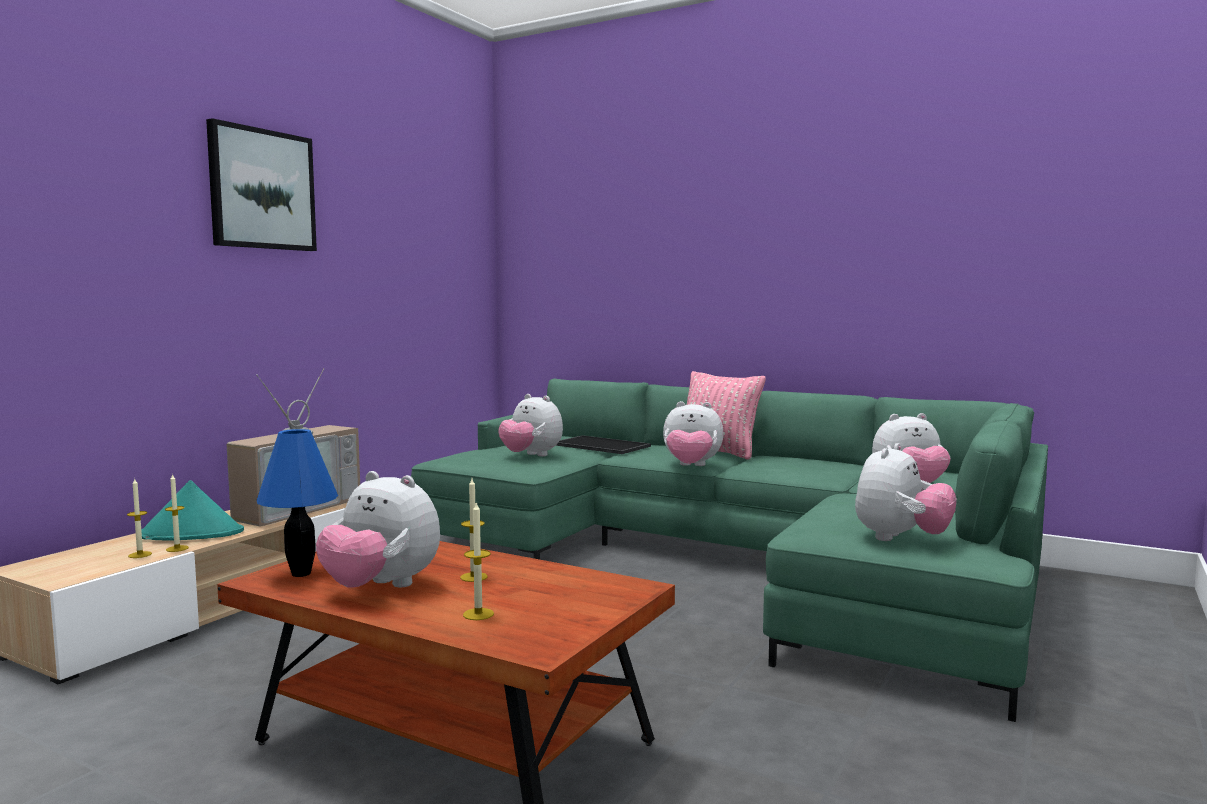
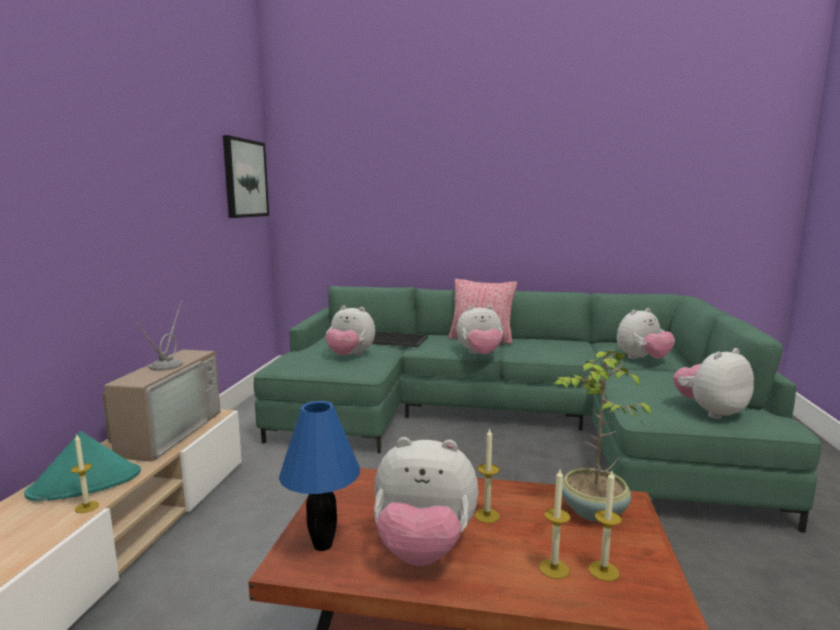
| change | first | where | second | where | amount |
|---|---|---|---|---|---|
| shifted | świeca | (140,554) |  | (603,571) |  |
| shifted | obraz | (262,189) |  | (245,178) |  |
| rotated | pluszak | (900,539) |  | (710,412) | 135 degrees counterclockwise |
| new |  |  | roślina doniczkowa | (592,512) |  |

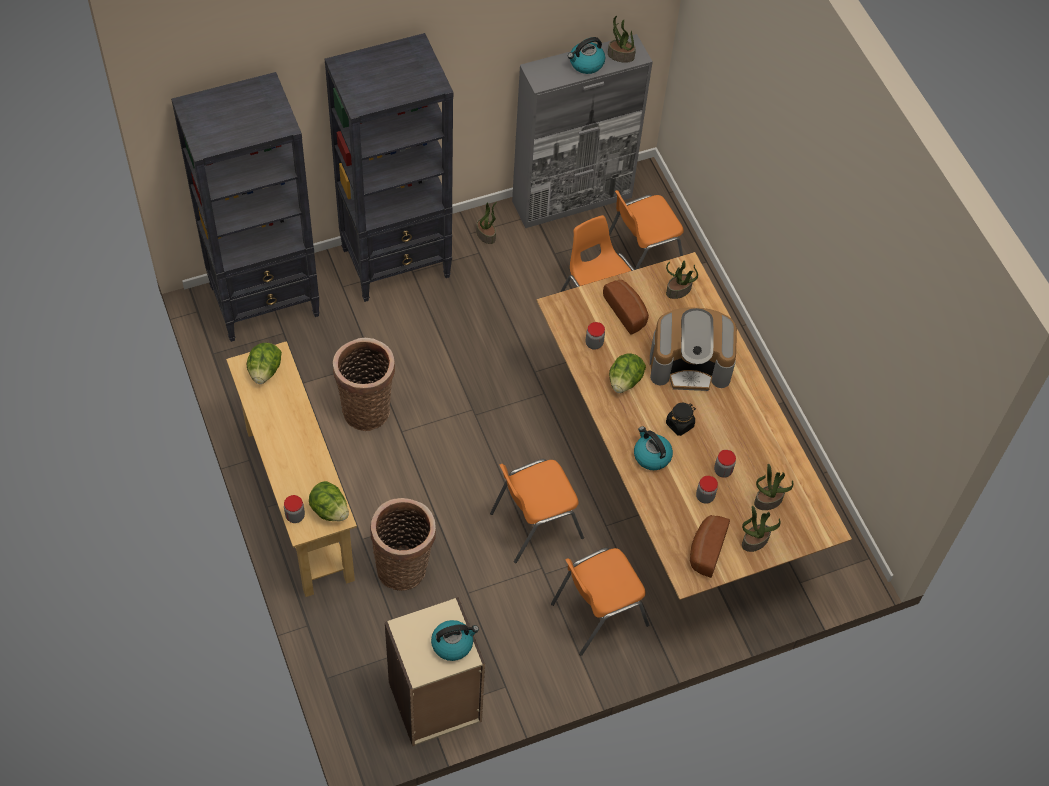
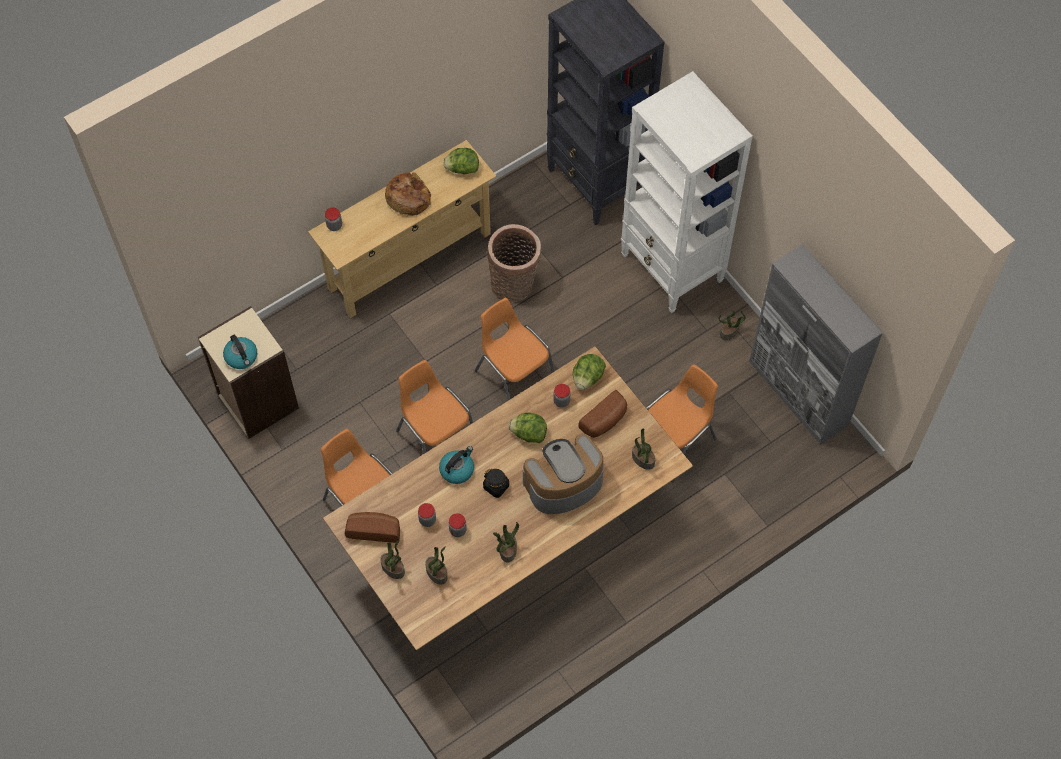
| change | first | where | second | where | amount |
|---|---|---|---|---|---|
| shifted | sałata | (329,510) |  | (587,378) |  |
| repainted | regał/czarny | (397,263) | regał/biały | (672,269) |  |
| gone | koszyk | (404,566) |  |  |  |
| gone | czajnik | (586,64) |  |  |  |
| shifted | krzesło/pomarańczowy | (640,260) |  | (514,377) |  |
| shifted | roślina doniczkowa | (620,56) |  | (507,549) |  |
| rotated | ekspres do kawy | (690,364) |  | (563,484) | 75 degrees clockwise |
| new |  |  | chleb | (408,198) |  |

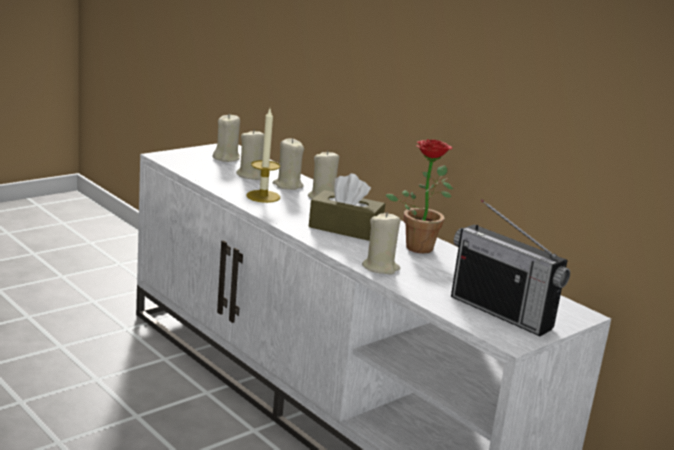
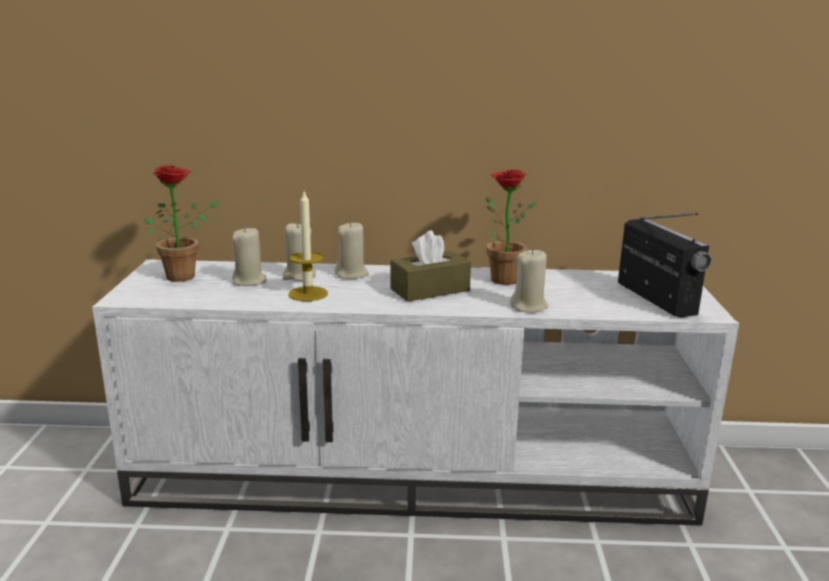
| change | first | where | second | where | amount |
|---|---|---|---|---|---|
| swapped | świeca/beżowy | (226,158) | roślina doniczkowa | (186,275) |  |
| rotated | radio | (501,312) |  | (655,298) | 105 degrees counterclockwise |

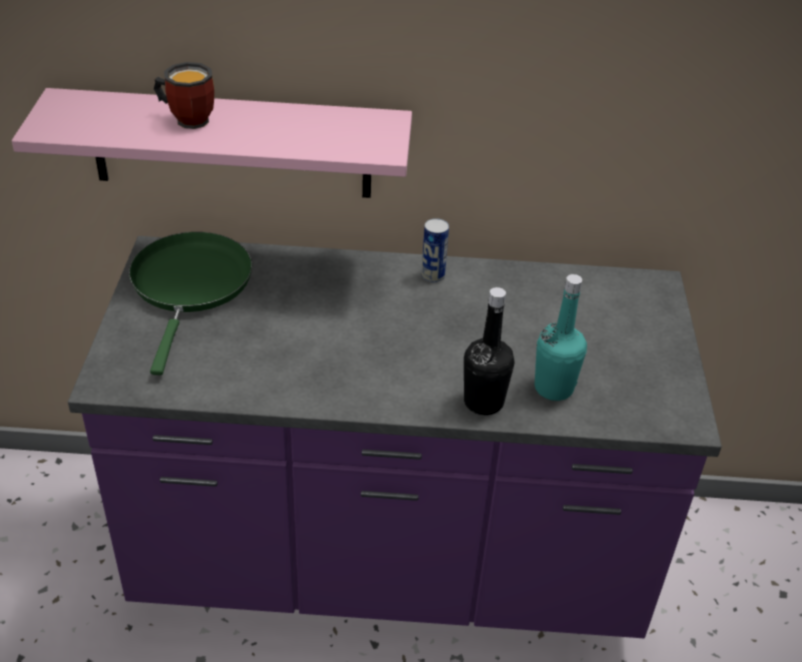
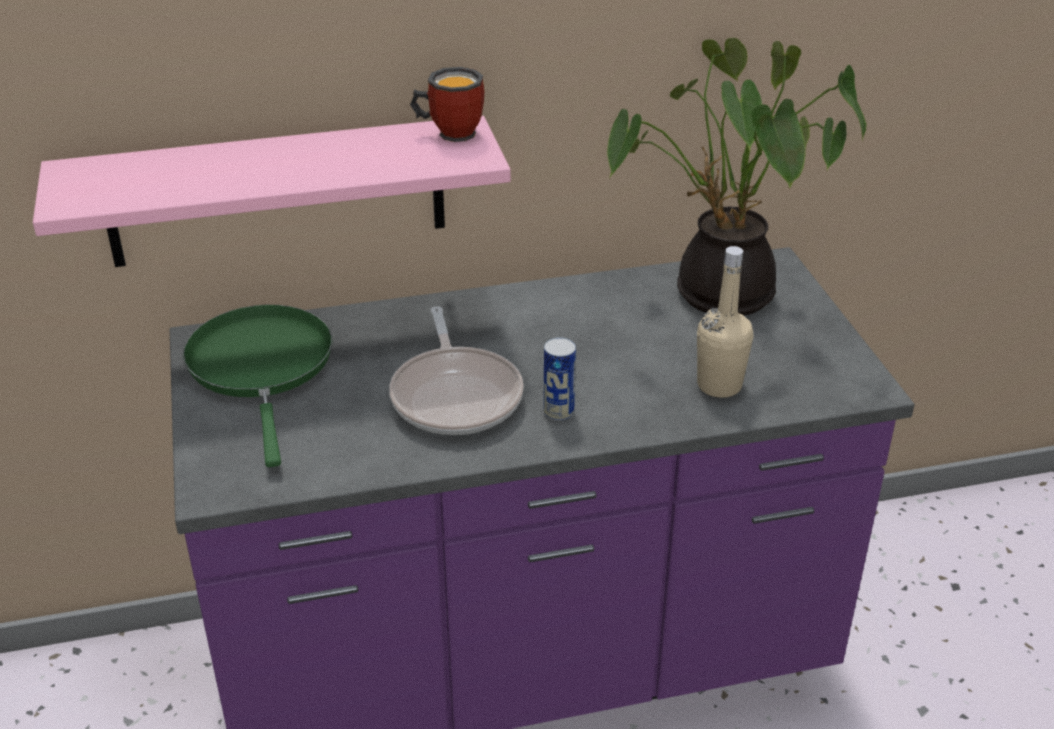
| change | first | where | second | where | amount |
|---|---|---|---|---|---|
| shifted | kubek | (188,118) |  | (450,132) |  |
| shifted | puszka | (433,275) |  | (558,412) |  |
| gone | butelka/czarny | (483,402) |  |  |  |
| repainted | butelka/turkusowy | (553,388) | butelka/beżowy | (719,385) |  |
| new |  |  | patelnia | (456,395) |  |
| new |  |  | roślina doniczkowa | (718,298) |  |

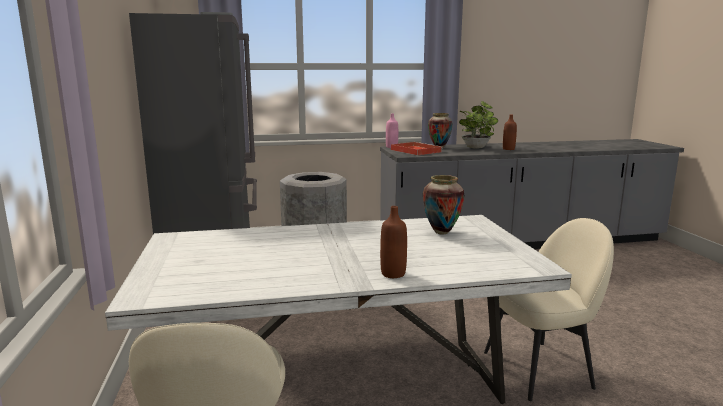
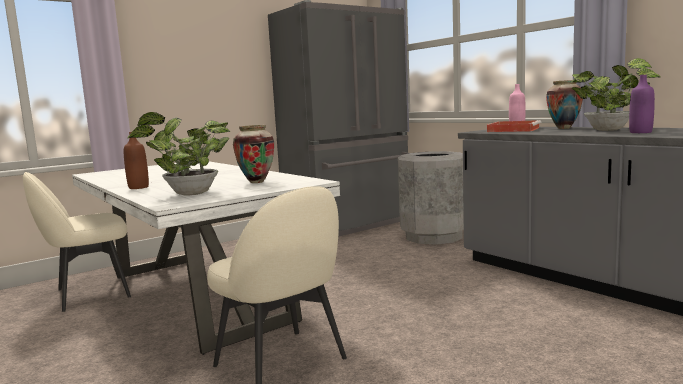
| change | first | where | second | where | amount |
|---|---|---|---|---|---|
| repainted | butelka/brązowy | (508,149) | butelka/fioletowy | (640,132) |  |
| new |  |  | roślina doniczkowa | (188,194) |  |

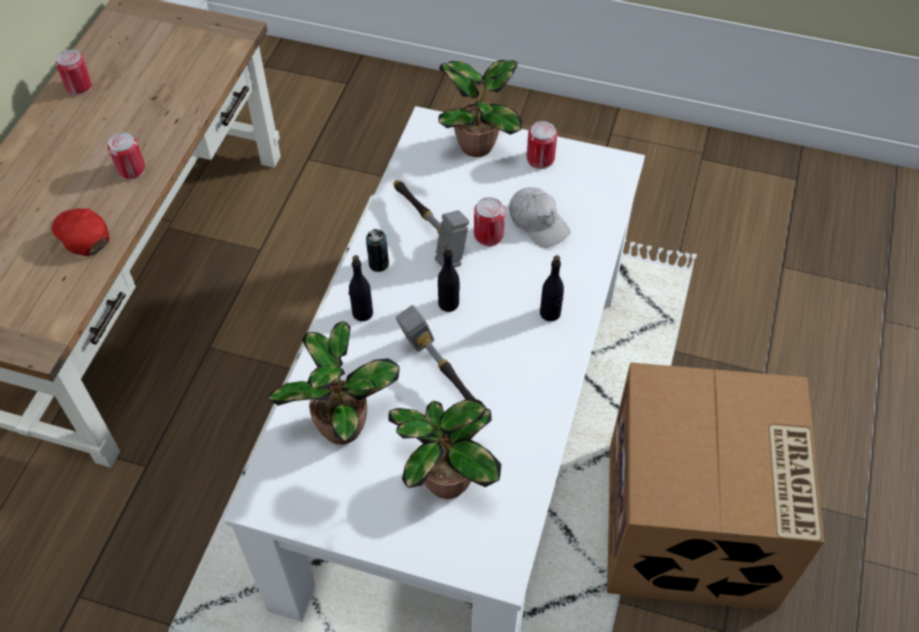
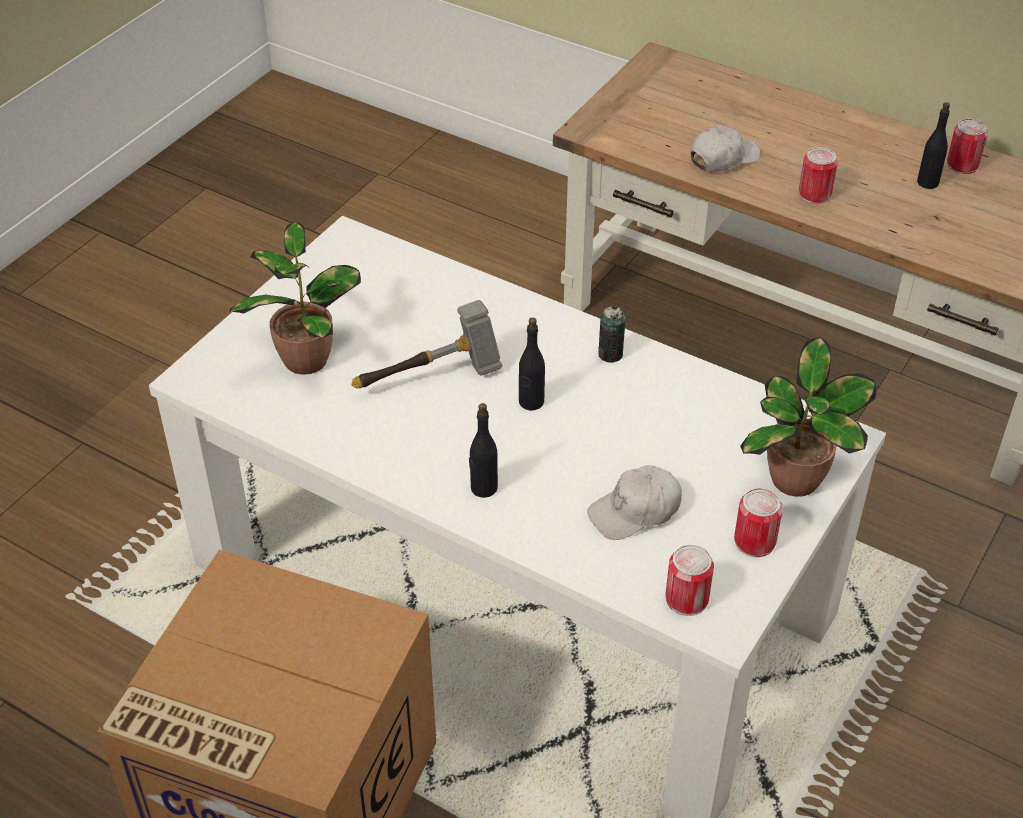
| change | first | where | second | where | amount |
|---|---|---|---|---|---|
| repainted | czapka z daszkiem/czerwony | (82,235) | czapka z daszkiem/biały | (723,158) |  |
| gone | roślina doniczkowa | (342,424) |  |  |  |
| shifted | butelka/czarny | (362,313) |  | (928,182) |  |
| gone | młotek | (429,232) |  |  |  |
| shifted | puszka | (488,235) |  | (686,599) |  |

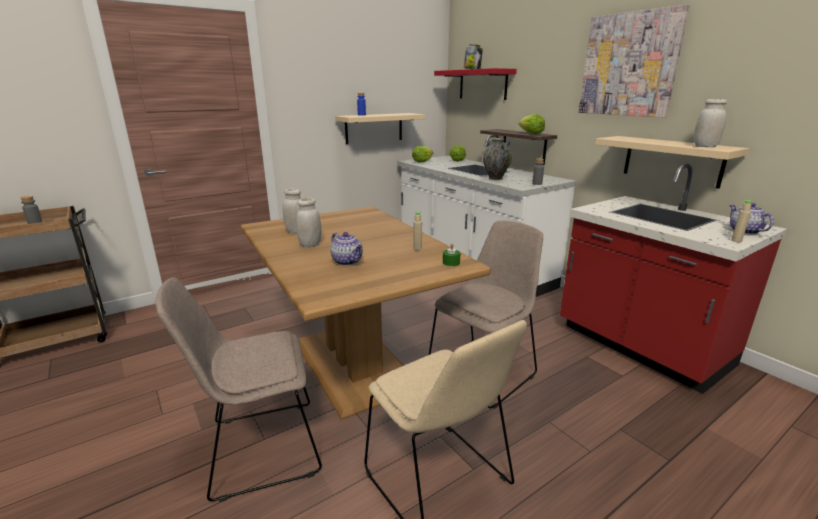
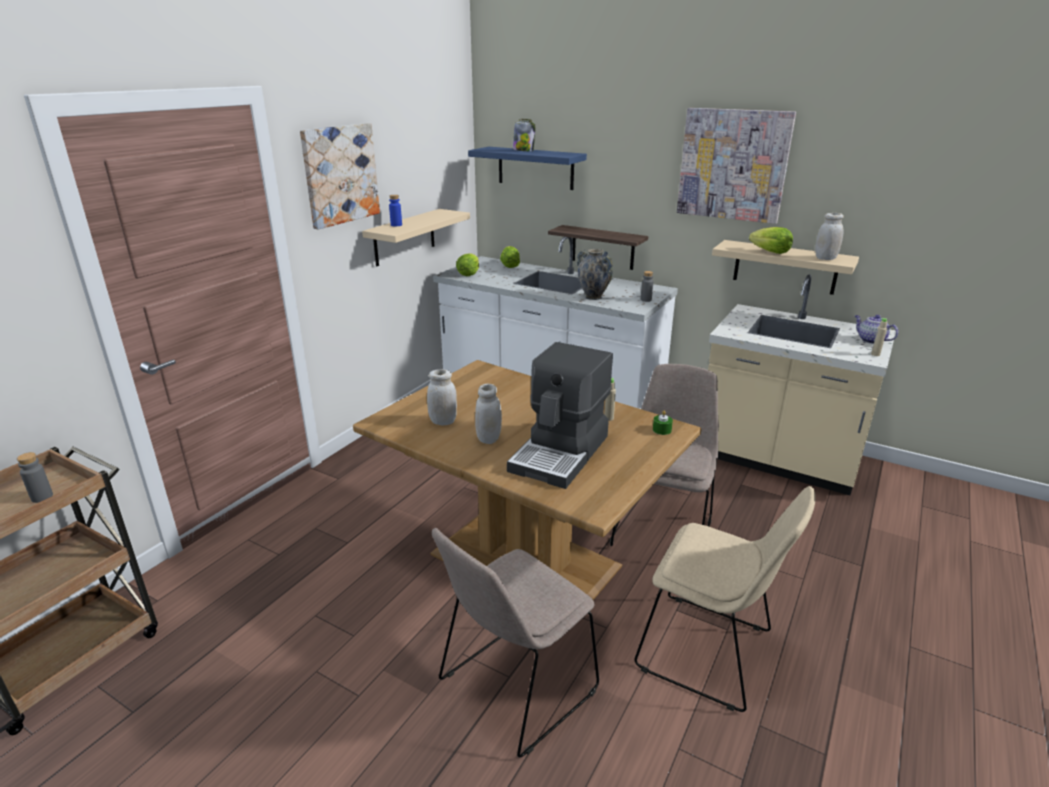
| change | first | where | second | where | amount |
|---|---|---|---|---|---|
| swapped | imbryk | (348,261) | ekspres do kawy | (561,453) |  |
| repainted | półka/czerwony | (483,84) | półka/niebieski | (535,168) |  |
| shifted | sałata | (530,133) |  | (770,252) |  |
| repainted | zabudowa kuchenna/czerwony | (640,347) | zabudowa kuchenna/beżowy | (777,460) |  |
| new |  |  | obraz | (340,174) |  |

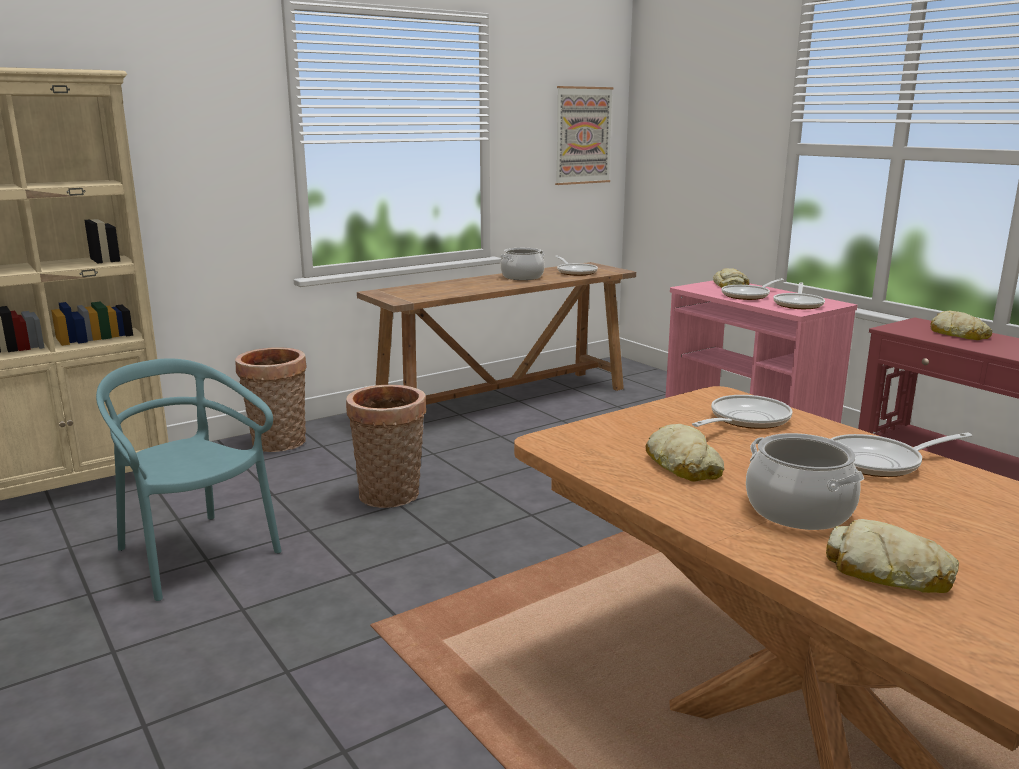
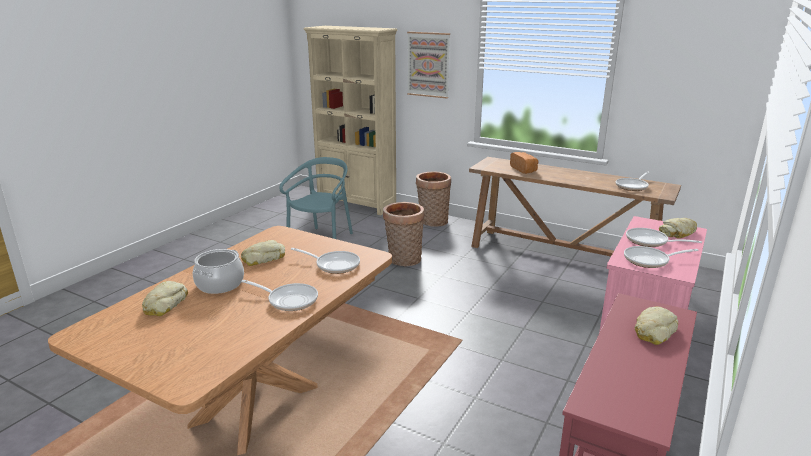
| change | first | where | second | where | amount |
|---|---|---|---|---|---|
| gone | garnek | (522,277) |  |  |  |
| shifted | obraz | (583,135) |  | (428,64) |  |
| rotated | patelnia | (880,462) |  | (289,300) | 150 degrees clockwise |
| new |  |  | chleb | (524,169) |  |

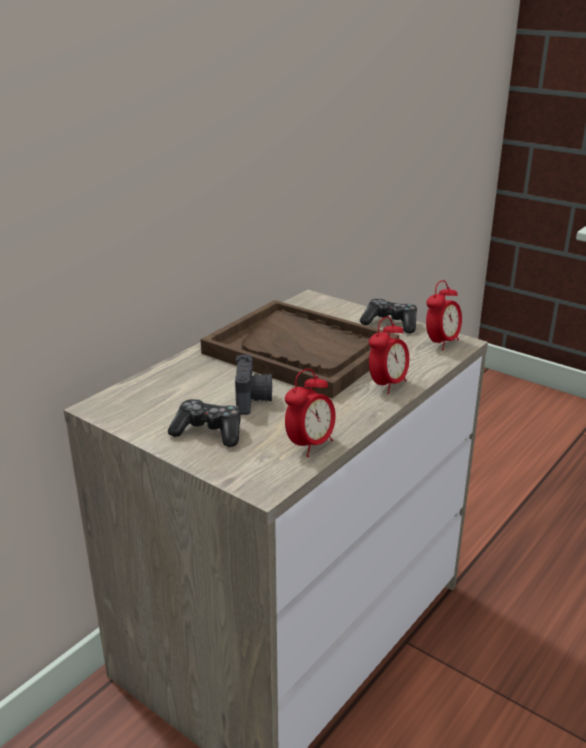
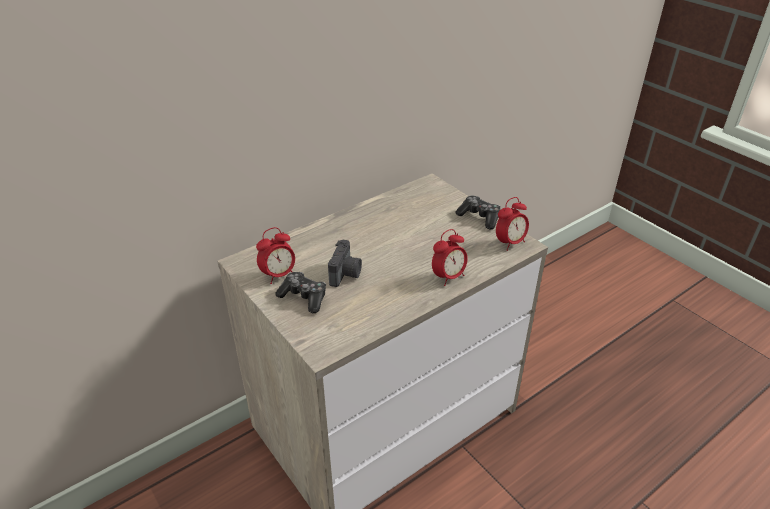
| change | first | where | second | where | amount |
|---|---|---|---|---|---|
| gone | taca/brązowy | (301,351) |  |  |  |
| shifted | budzik | (310,445) |  | (279,275) |  |

